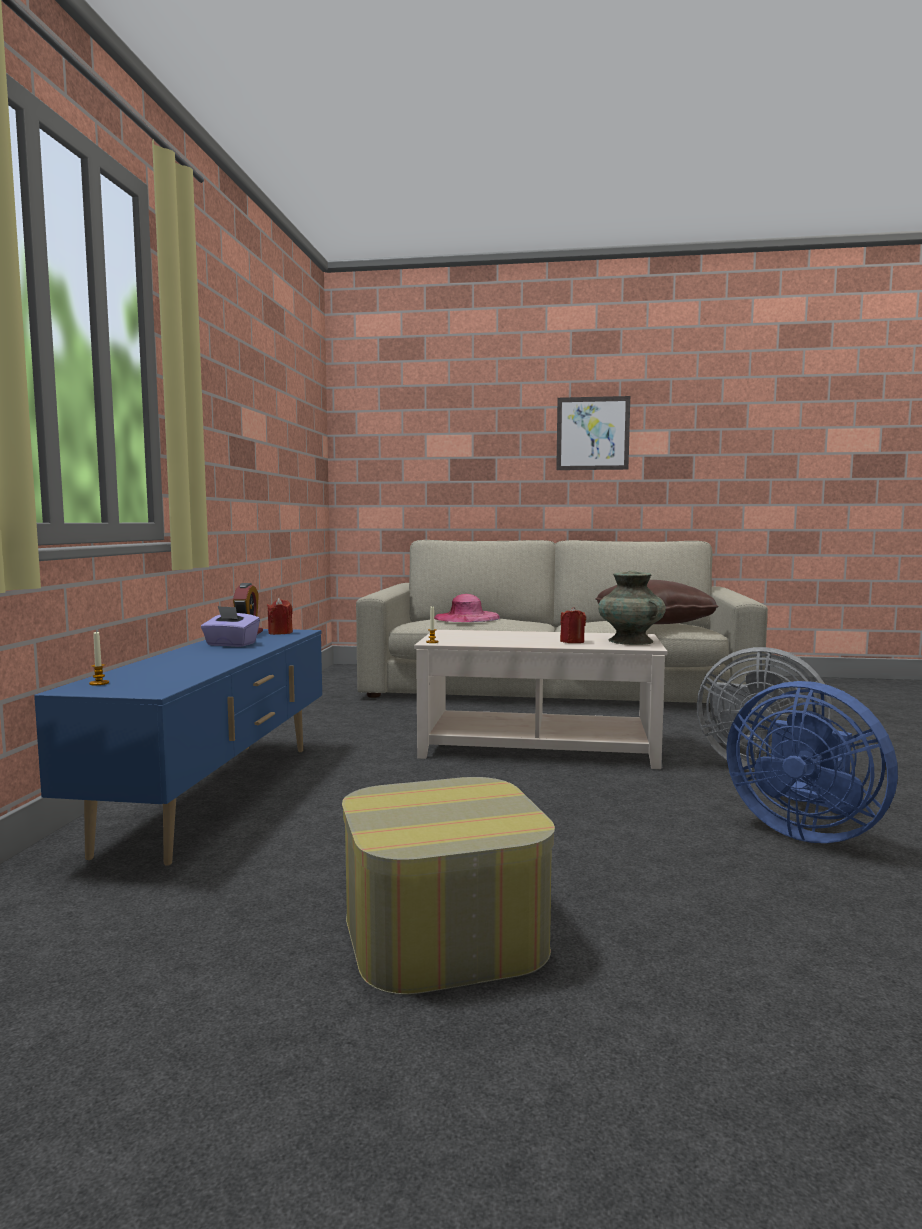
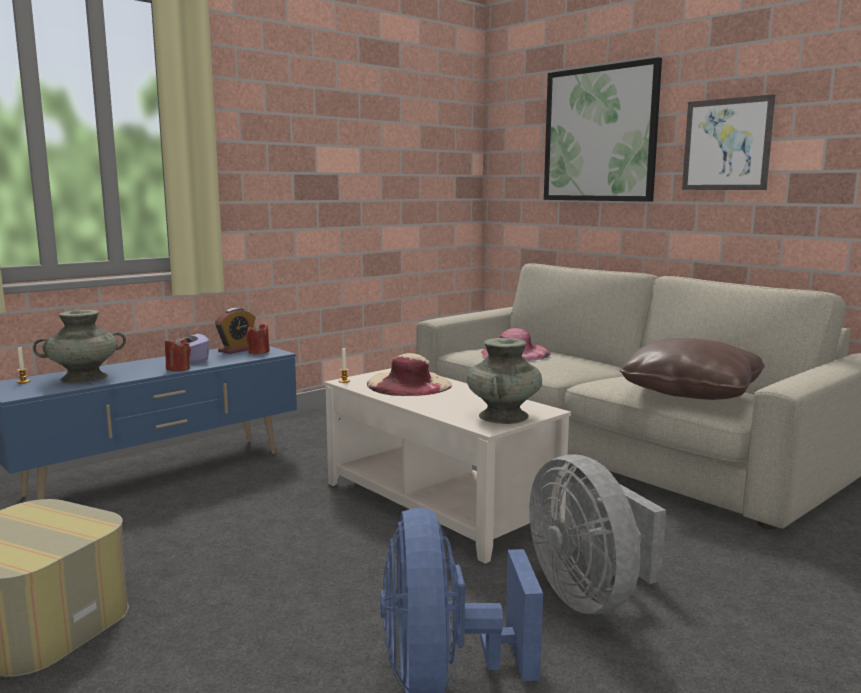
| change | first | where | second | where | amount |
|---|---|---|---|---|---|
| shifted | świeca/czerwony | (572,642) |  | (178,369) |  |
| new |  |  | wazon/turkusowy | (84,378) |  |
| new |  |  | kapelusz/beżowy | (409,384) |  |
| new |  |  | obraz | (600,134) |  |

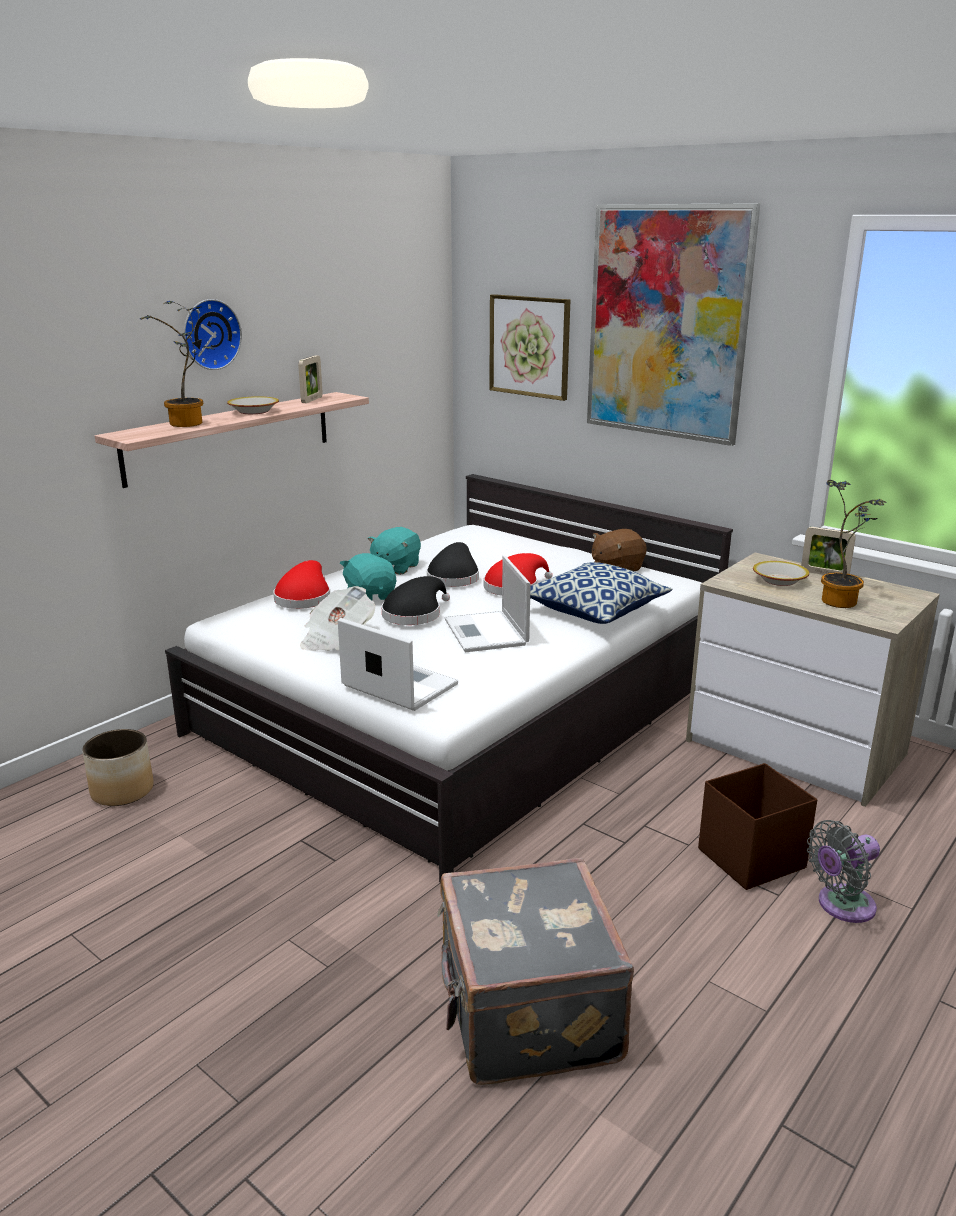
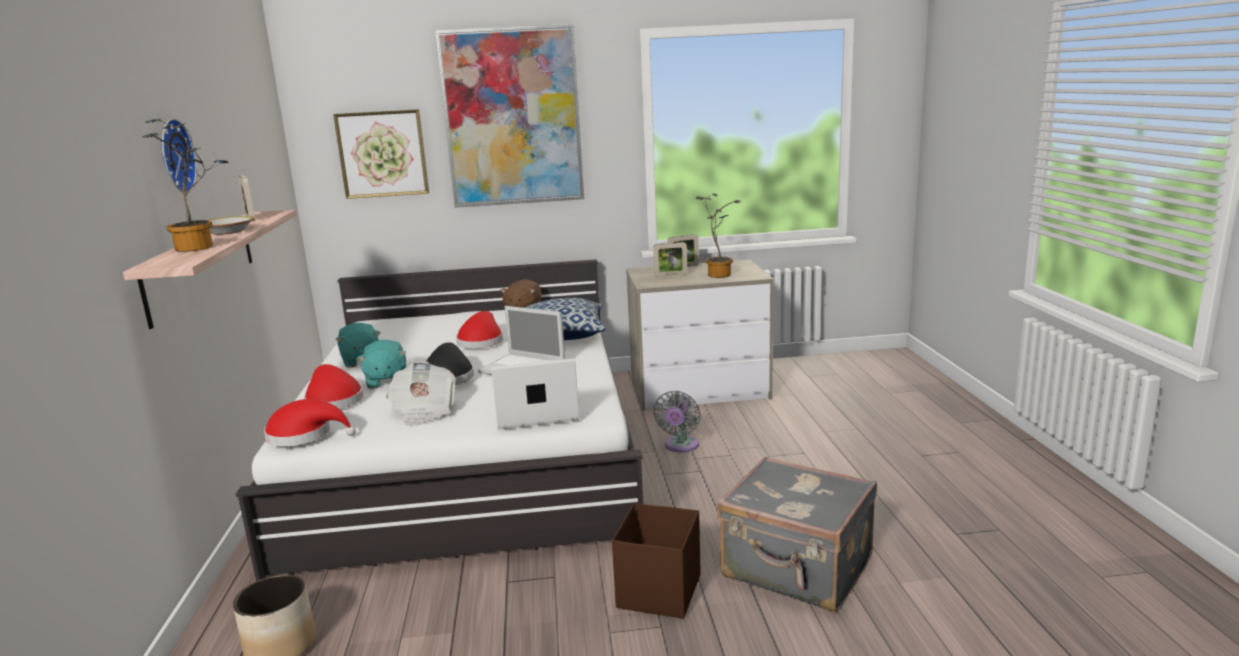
| change | first | where | second | where | amount |
|---|---|---|---|---|---|
| rotated | pluszak/turkusowy | (371,596) |  | (386,381) | 120 degrees counterclockwise |
| gone | kapelusz/czarny | (454,577) |  |  |  |
| shifted | pojemnik do przechowywania/brązowy | (749,859) |  | (658,592) |  |
| swapped | miska | (780,580) | ramka na zdjęcie | (670,275) |  |
| shifted | wentylator/szary | (841,906) |  | (680,446) |  |
| new |  |  | kapelusz/czerwony | (304,435) |  |

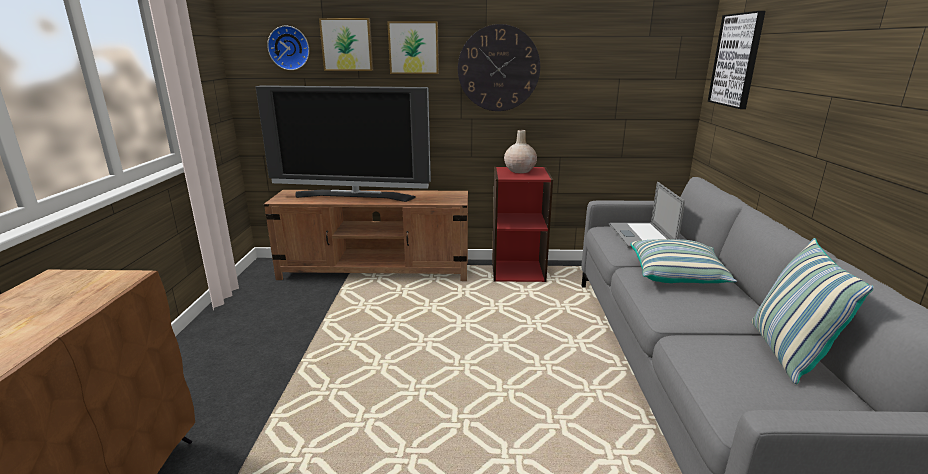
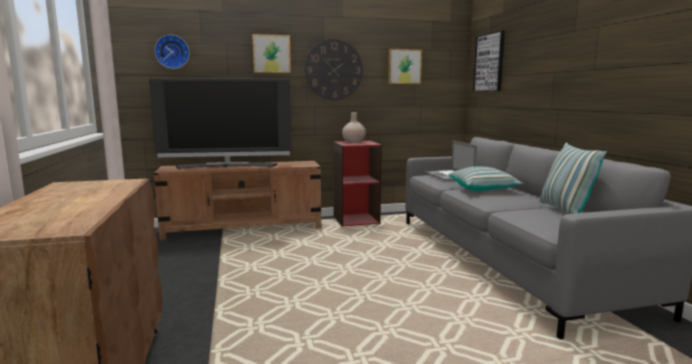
| change | first | where | second | where | amount |
|---|---|---|---|---|---|
| shifted | obraz | (347,45) |  | (404,66) |  |

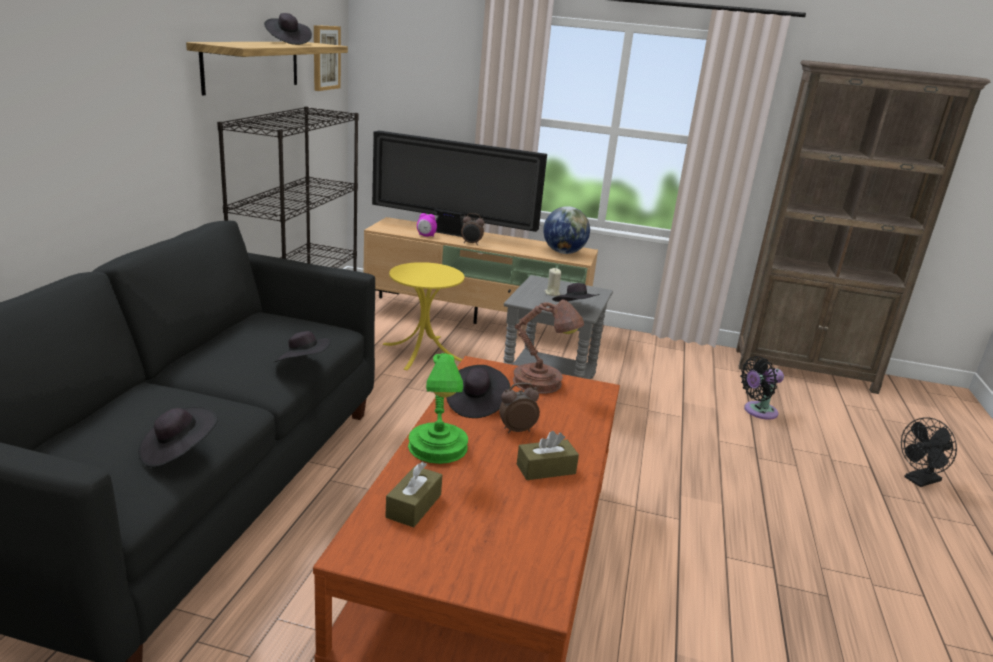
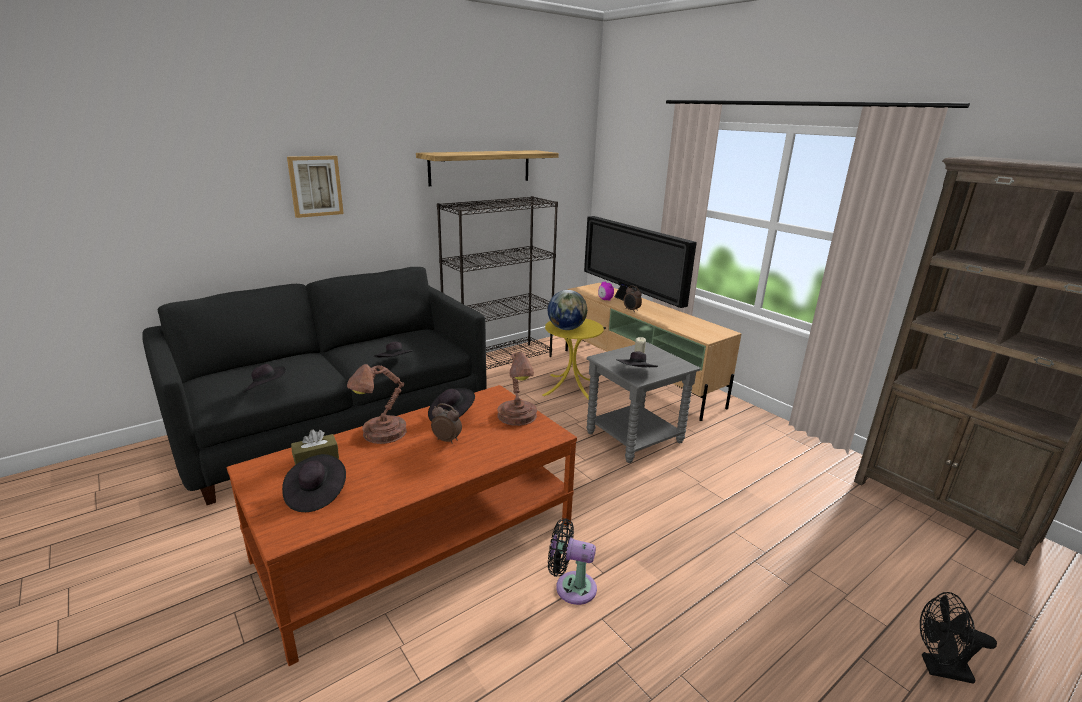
| change | first | where | second | where | amount |
|---|---|---|---|---|---|
| shifted | kapelusz/czarny | (287,43) |  | (316,494) |  |
| shifted | obraz | (325,57) |  | (315,186) |  |
| repainted | lampa stołowa/zielony | (438,450) | lampa stołowa/brązowy | (382,434) |  |
| gone | pudełko chusteczek/brązowy | (546,469) |  |  |  |
| shifted | globus | (563,252) |  | (566,328) |  |
| shifted | wentylator/czarny | (757,411) |  | (571,587) |  |

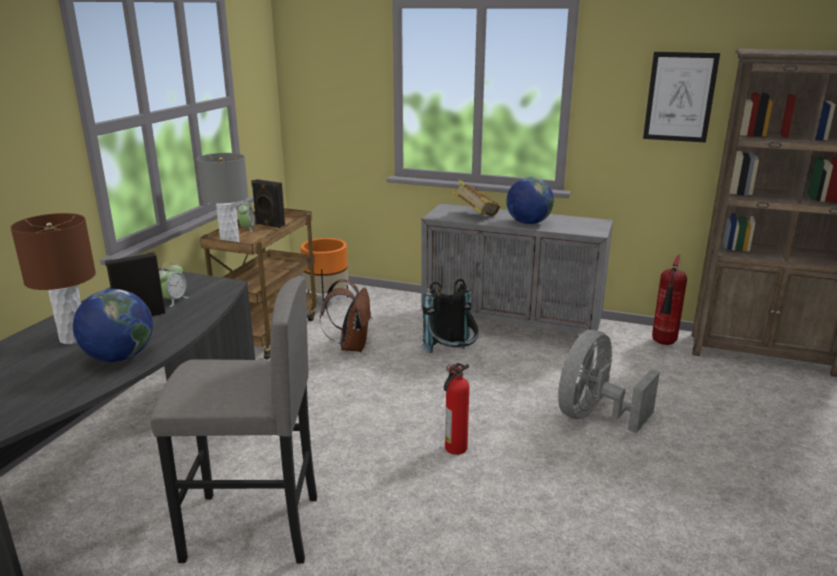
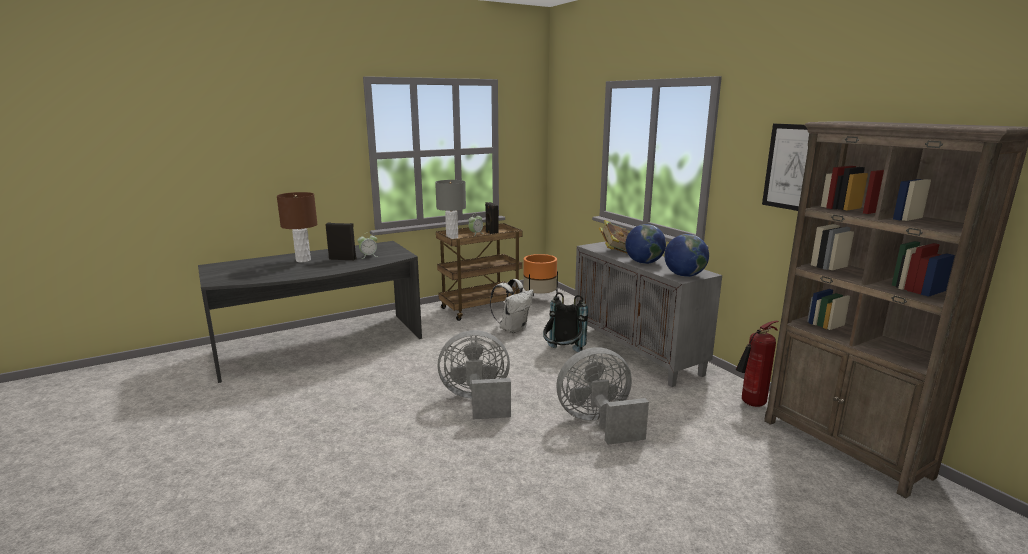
| change | first | where | second | where | amount |
|---|---|---|---|---|---|
| shifted | globus | (119,357) |  | (684,275) |  |
| gone | stołek/szary | (252,529) |  |  |  |
| repainted | plecak/brązowy | (351,346) | plecak/biały | (513,328) |  |
| swapped | gaśnica | (455,448) | wentylator/szary | (477,401) |  |

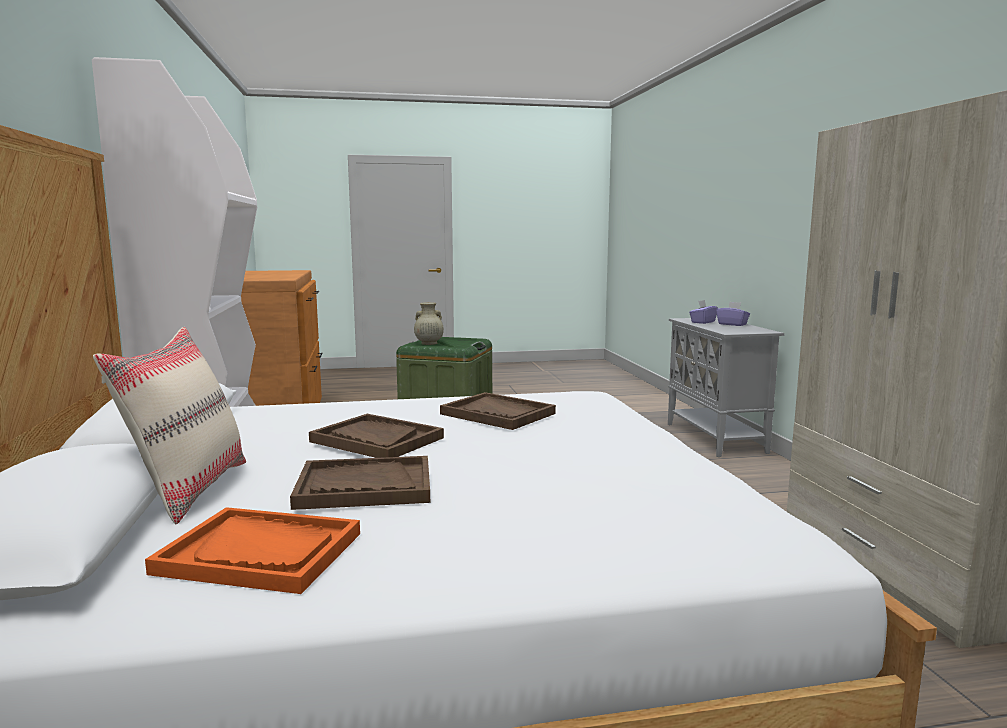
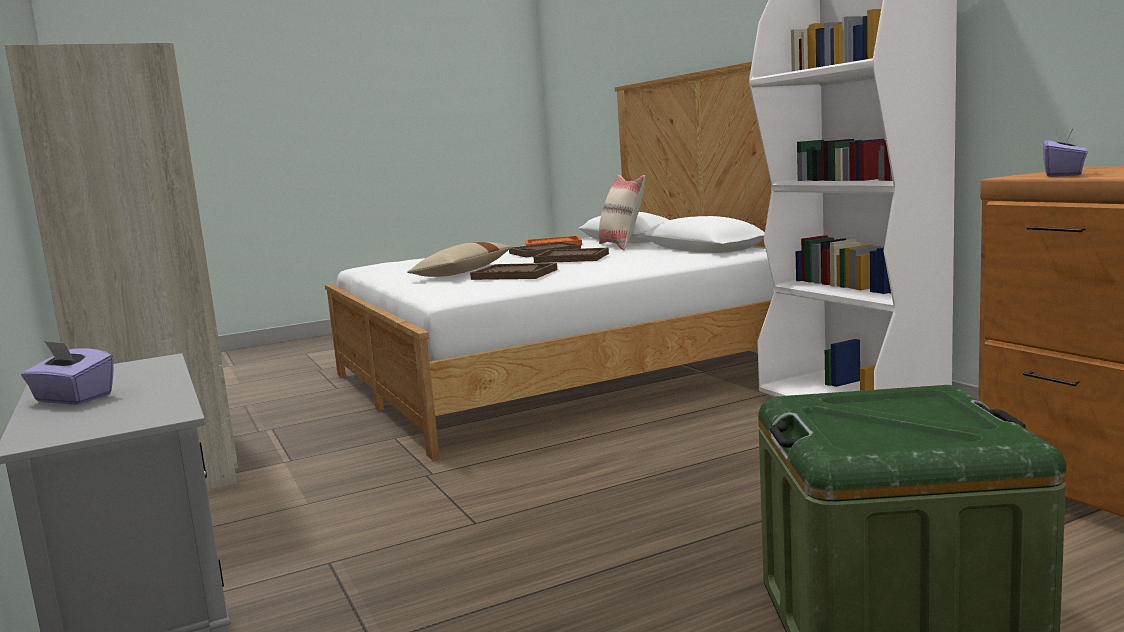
| change | first | where | second | where | amount |
|---|---|---|---|---|---|
| gone | wazon/beżowy | (428,343) |  |  |  |
| shifted | pudełko chusteczek/fioletowy | (702,322) |  | (1064,175) |  |
| new |  |  | poduszka/beżowy | (463,272) |  |

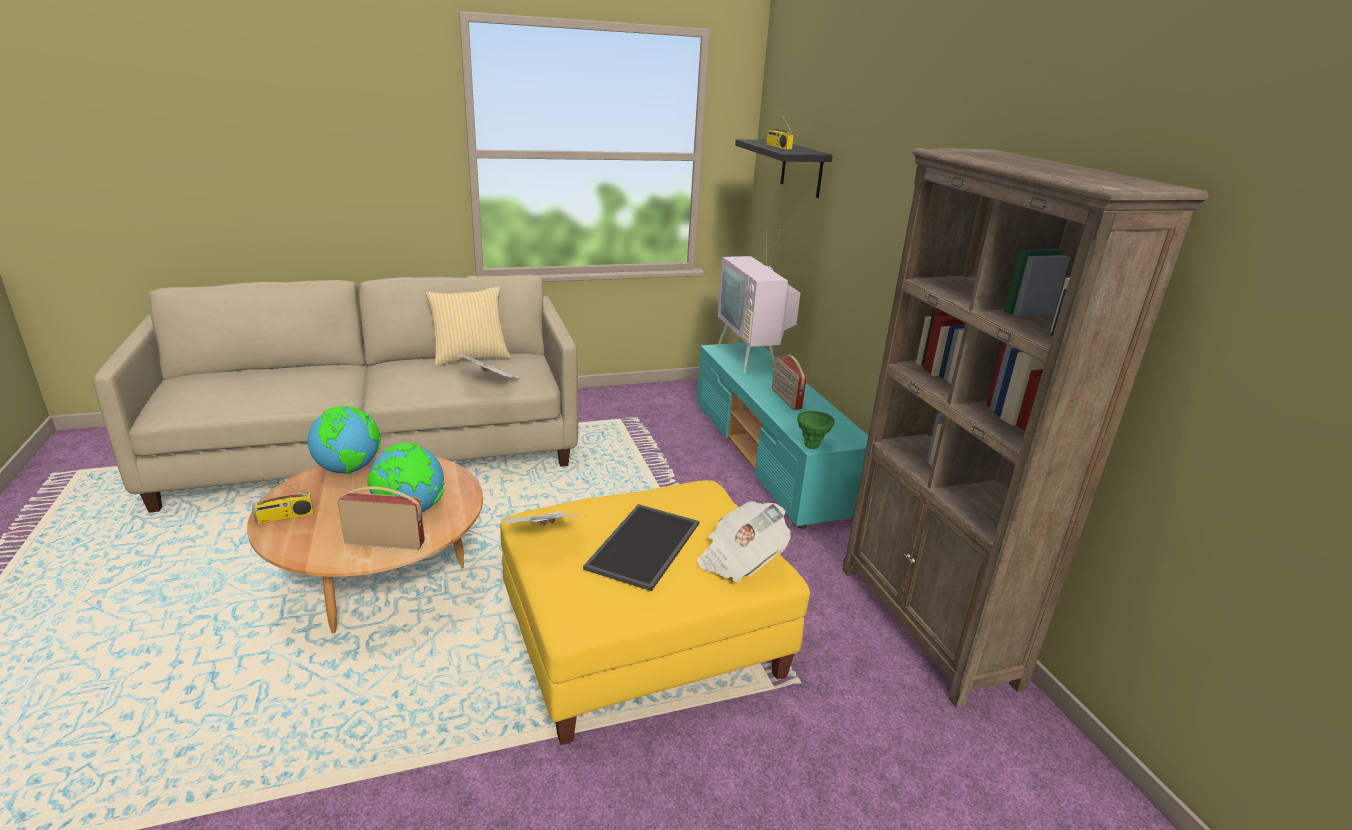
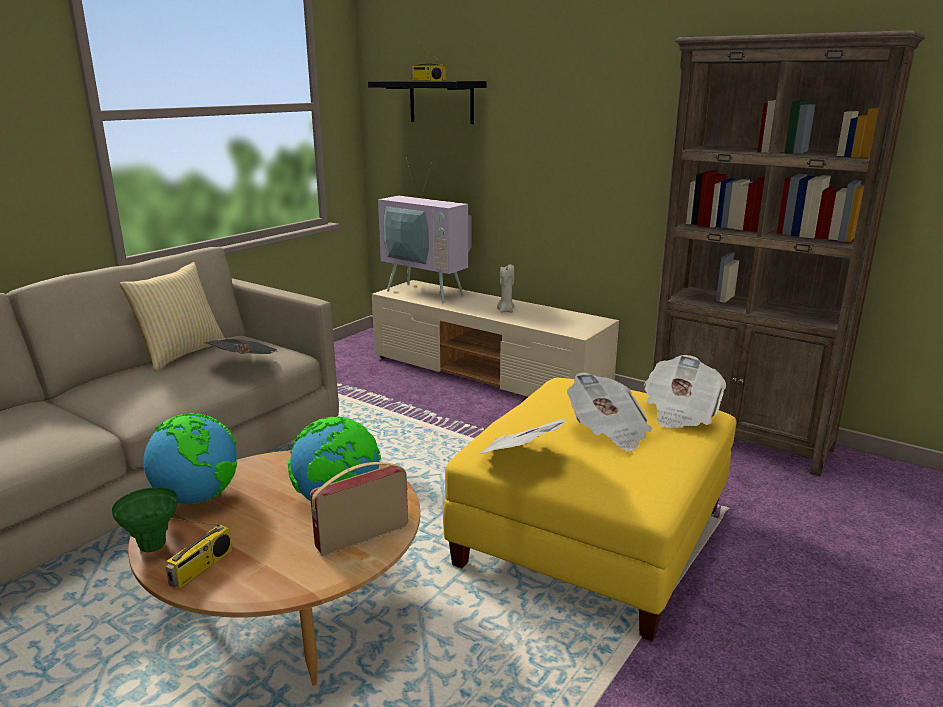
| change | first | where | second | where | amount |
|---|---|---|---|---|---|
| swapped | taca | (645,547) | gazeta | (608,432) |  |
| repainted | szafka pod telewizor/turkusowy | (771,457) | szafka pod telewizor/beżowy | (489,374) |  |
| swapped | radio | (785,399) | świeca/beżowy | (505,311) |  |
| shifted | wazon/zielony | (811,446) |  | (153,546) |  |

